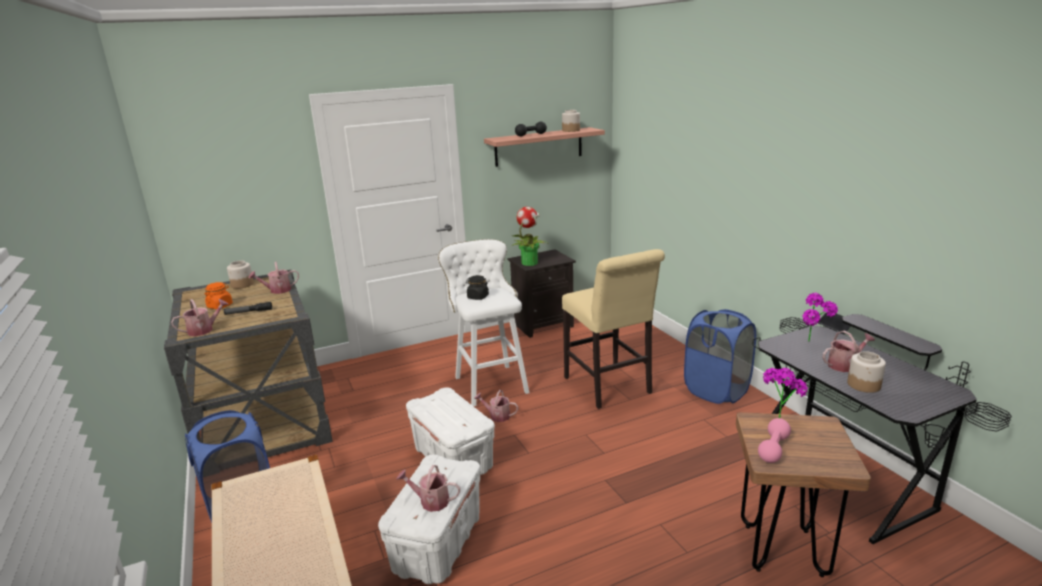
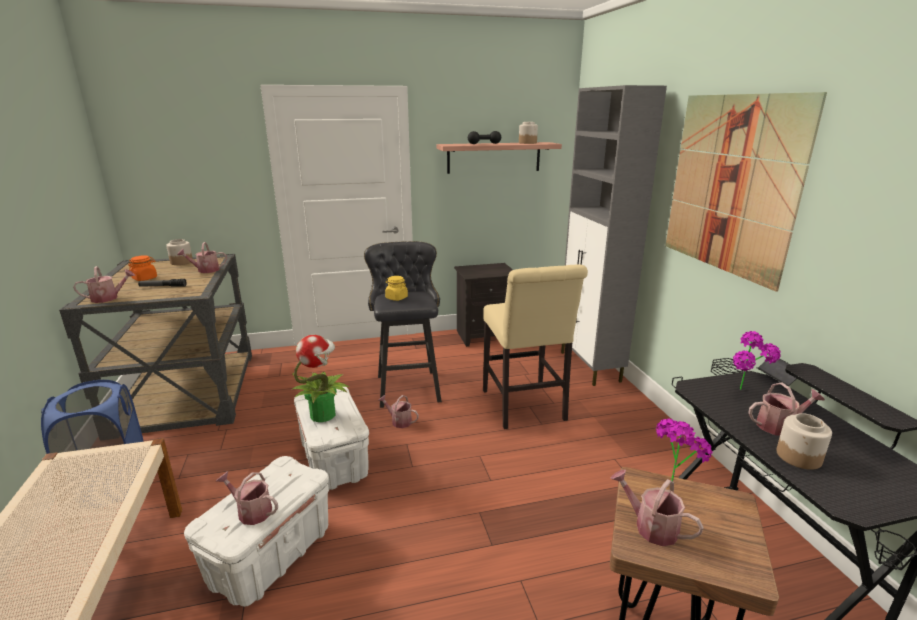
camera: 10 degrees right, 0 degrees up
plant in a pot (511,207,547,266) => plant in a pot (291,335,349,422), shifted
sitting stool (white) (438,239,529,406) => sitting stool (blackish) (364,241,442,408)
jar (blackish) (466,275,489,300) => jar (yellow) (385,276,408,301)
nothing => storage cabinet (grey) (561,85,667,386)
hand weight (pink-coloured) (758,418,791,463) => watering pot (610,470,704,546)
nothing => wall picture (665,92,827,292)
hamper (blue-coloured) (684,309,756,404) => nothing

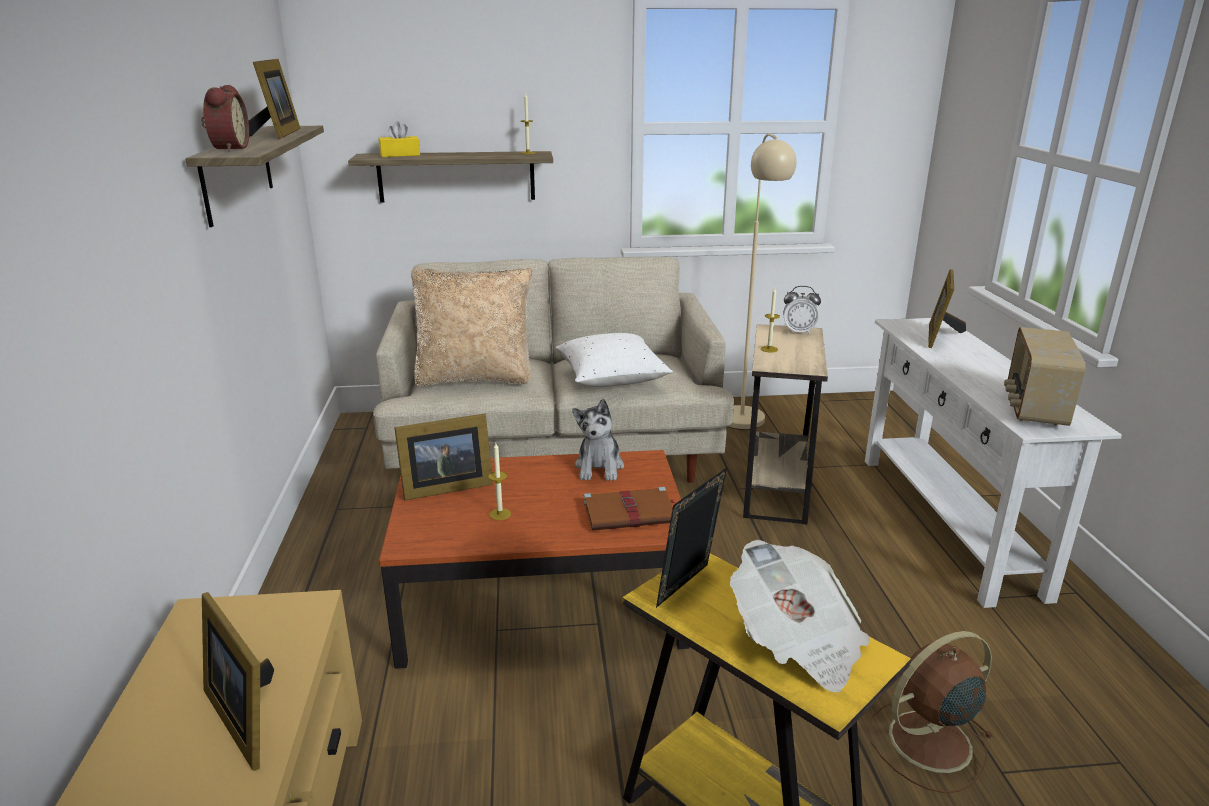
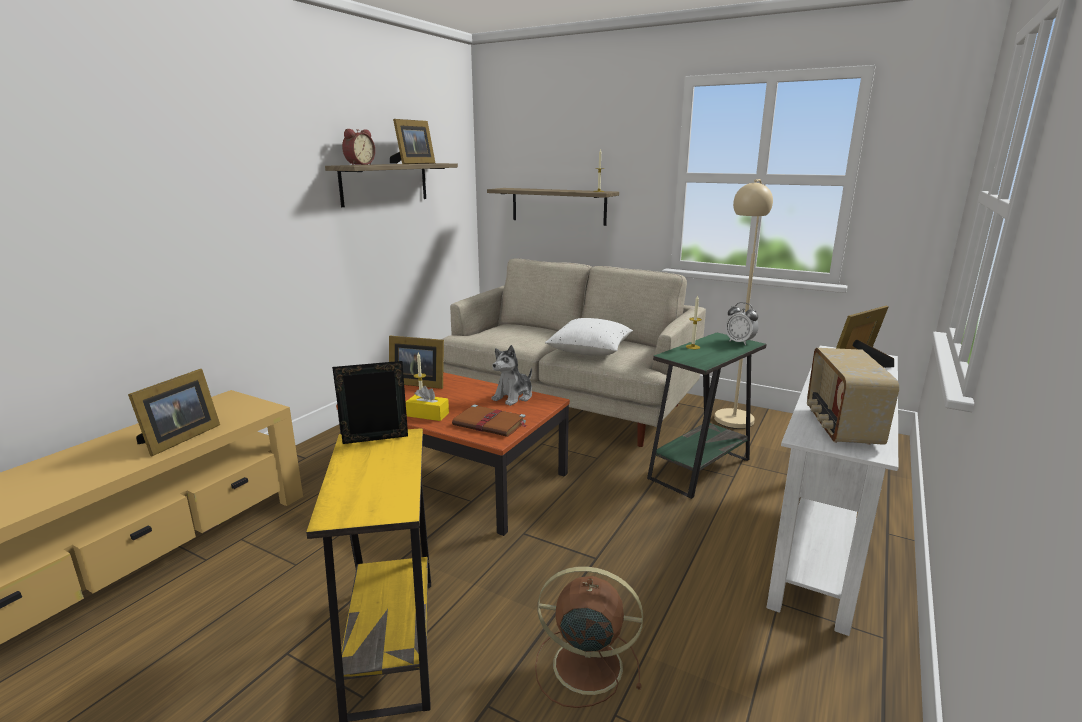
camera: 35 degrees right, 5 degrees down
picture frame (202,592,274,771) => picture frame (128,369,220,456), 150 degrees counterclockwise
box of tissues (yellow) (378,121,420,157) => box of tissues (yellow) (406,386,449,421), shifted
accent table (beige) (743,324,828,525) => accent table (green-coloured) (647,333,766,499)
radio receiver (1004,327,1085,426) => radio receiver (807,348,899,445), 45 degrees counterclockwise
cushion (beige) (411,267,533,387) => nothing
printed paper (730,540,870,692) => nothing

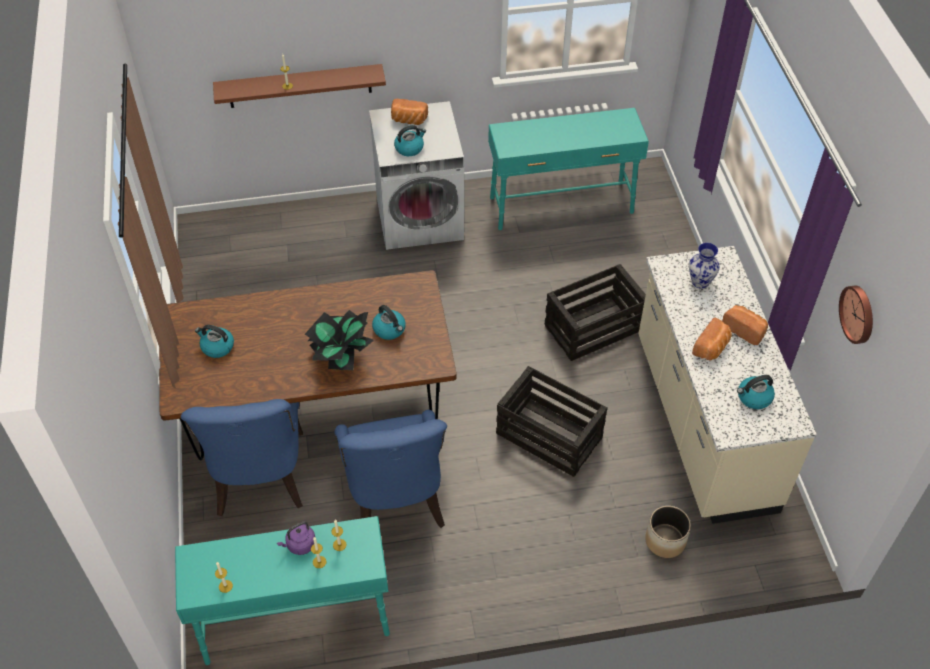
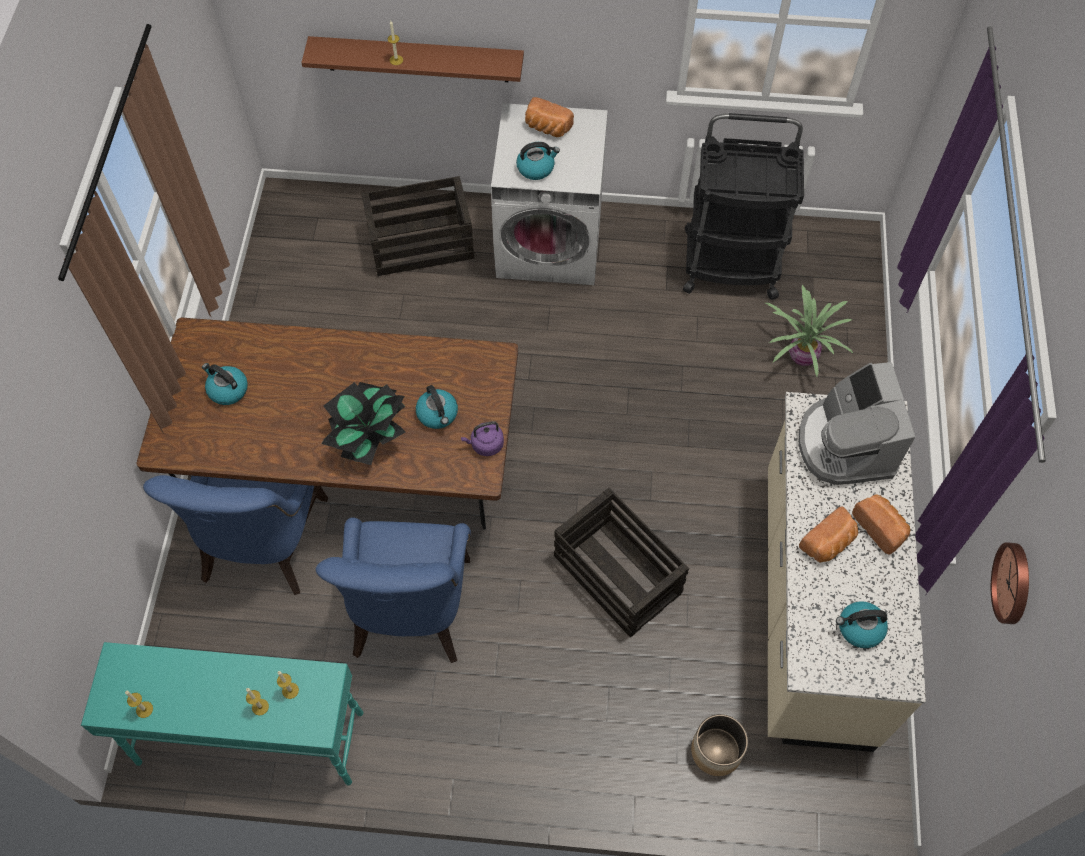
camera: 15 degrees right, 10 degrees up
shipping crate (545,264,646,361) => shipping crate (361,176,474,276), shifted
water kettle (purplish) (277,521,315,555) => water kettle (purplish) (461,421,504,456), shifted
narrow table (turquoise) (488,108,649,230) => cart (blackish) (683,113,804,300)
nothing => plant in a pot (766,284,854,377)
flower vase (689,243,720,289) => coffee maker (799,362,916,485)

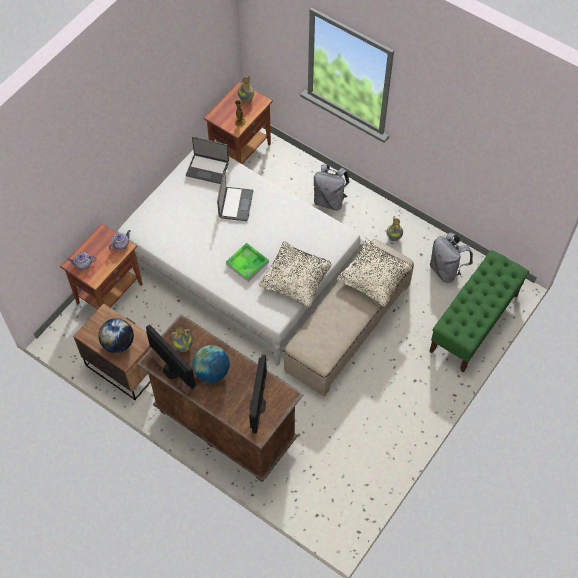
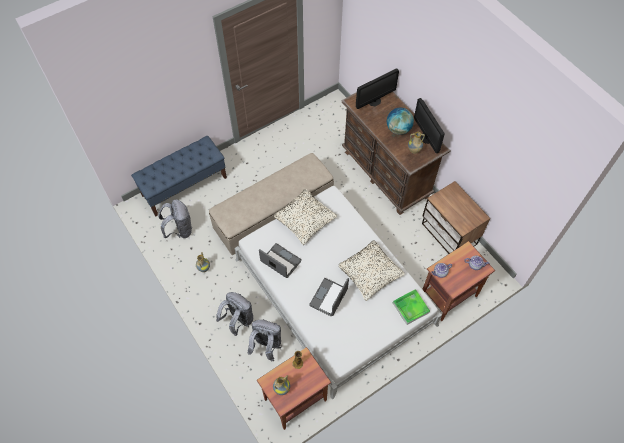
camera: 160 degrees left, 0 degrees up
bench (green-coloured) (429,250,529,373) => bench (blue-coloured) (131,136,227,217)
nothing => backpack (grey) (248,319,281,361)
notebook computer (186,137,229,184) => notebook computer (259,243,301,278), shifted
cushion (beige) (337,240,412,307) => cushion (beige) (339,241,405,301), shifted
computer display (249,354,267,434) => computer display (356,69,399,109), 150 degrees counterclockwise
serving tray (226,242,269,282) => serving tray (393,289,430,325), shifted
desk globe (99,318,134,353) => nothing

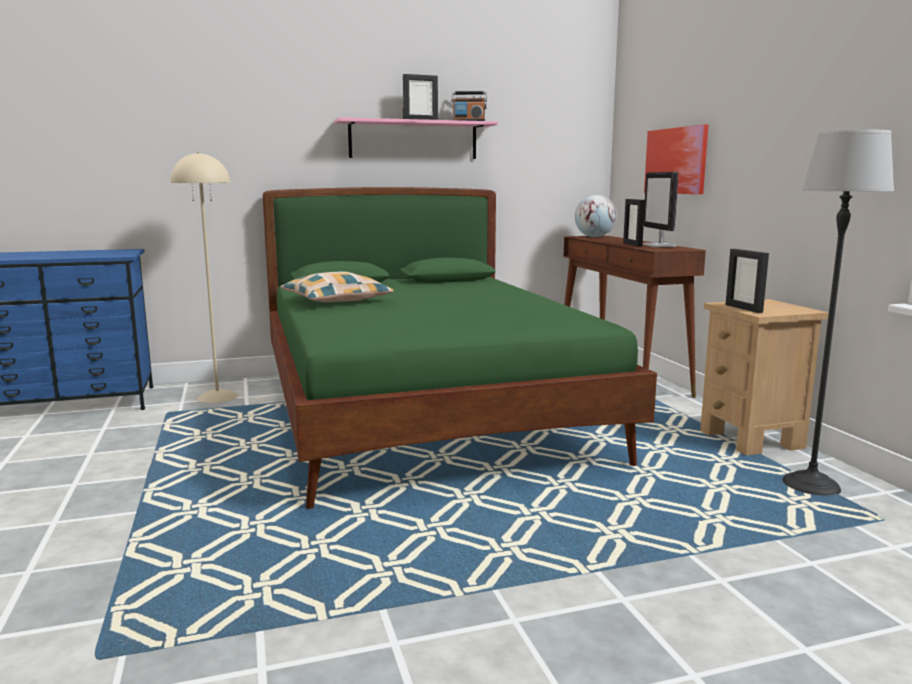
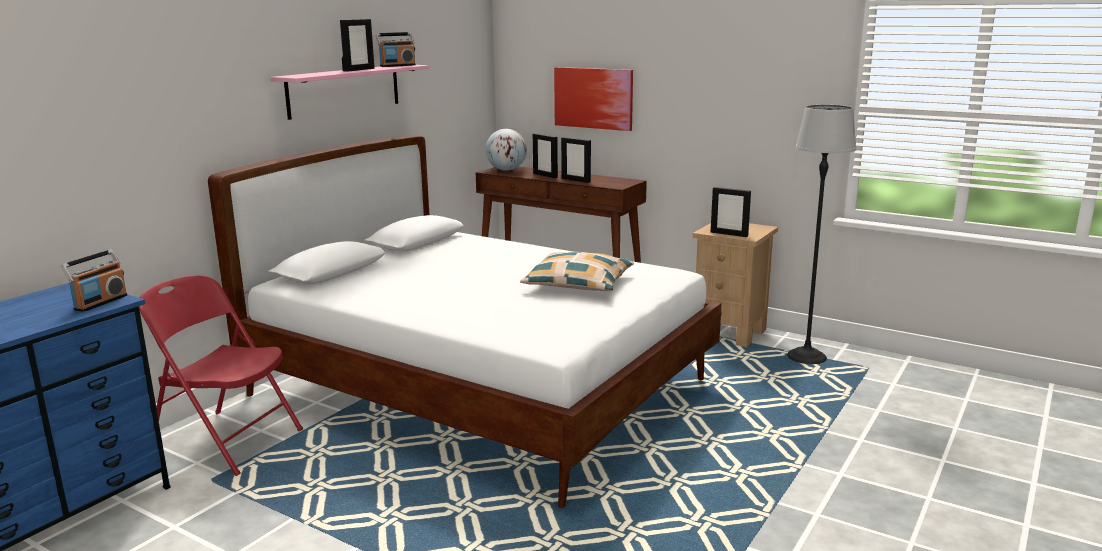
camera: 40 degrees left, 5 degrees up
nothing => radio receiver (61,250,127,312)
standing lamp (beige) (171,152,238,403) => chair (red-coloured) (139,276,303,476)
bed (green-coloured) (262,187,657,509) => bed (white) (208,135,722,508)
cushion (281,271,394,302) => cushion (520,252,634,291), shifted
nothing => picture frame (533,133,558,178)
computer display (643,172,678,247) => nothing

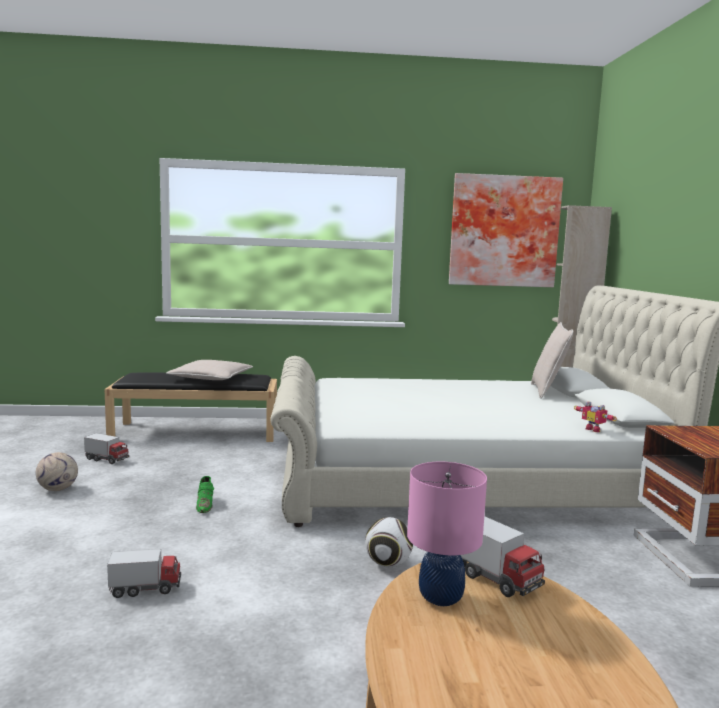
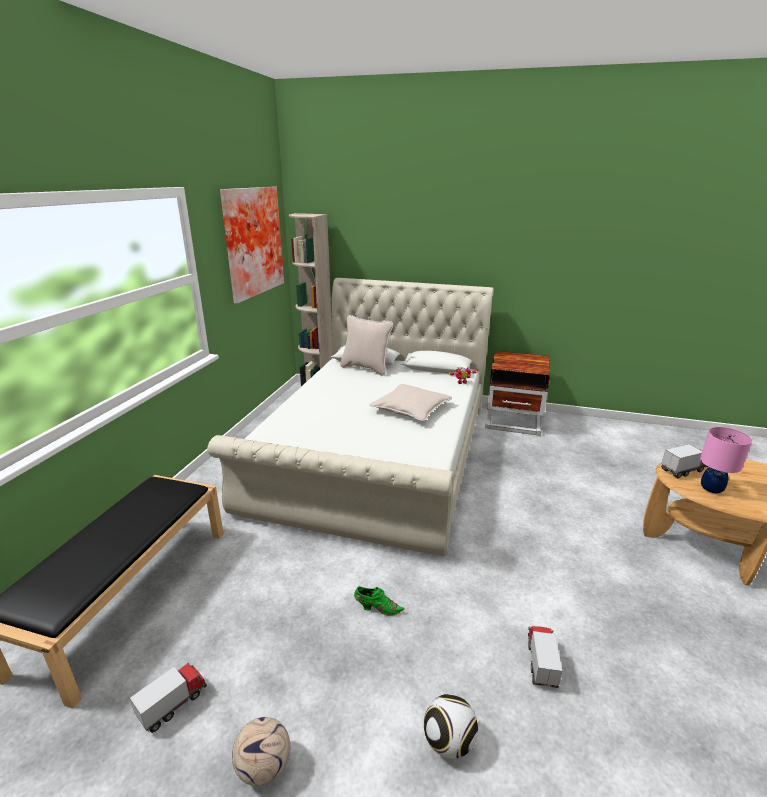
camera: 70 degrees left, 15 degrees up
cushion (beige) (166,360,253,380) => cushion (beige) (369,384,452,421), shifted
football ball (365,517,413,567) => football ball (424,694,478,759), shifted

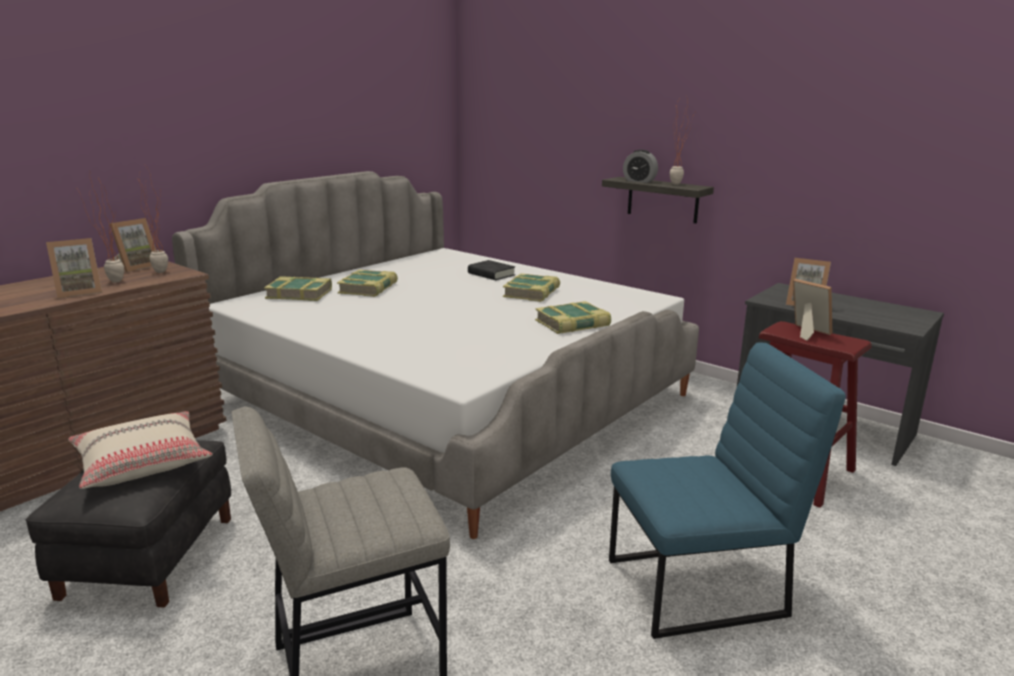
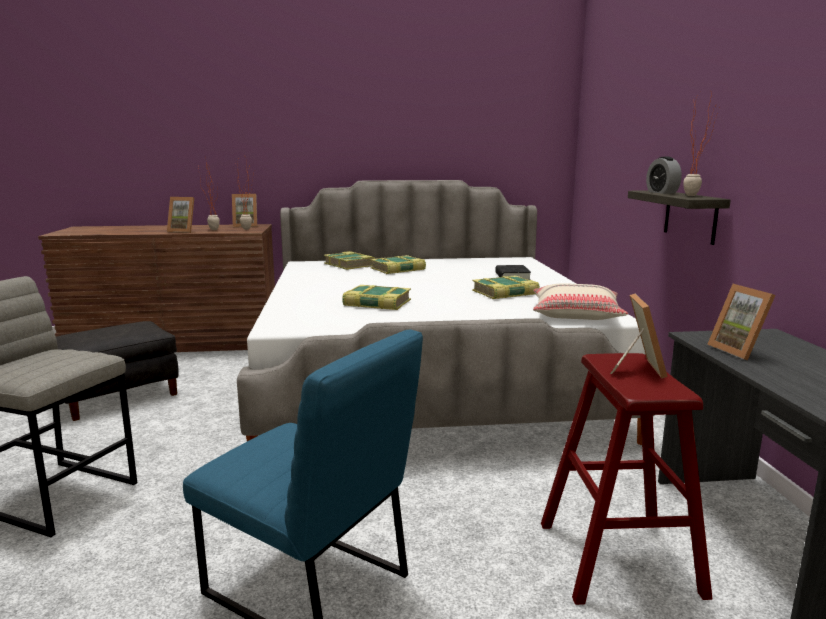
camera: 45 degrees right, 5 degrees down
book (535,301,611,334) => book (342,285,411,310), shifted
cushion (beige) (68,411,213,489) => cushion (beige) (533,283,628,320), shifted

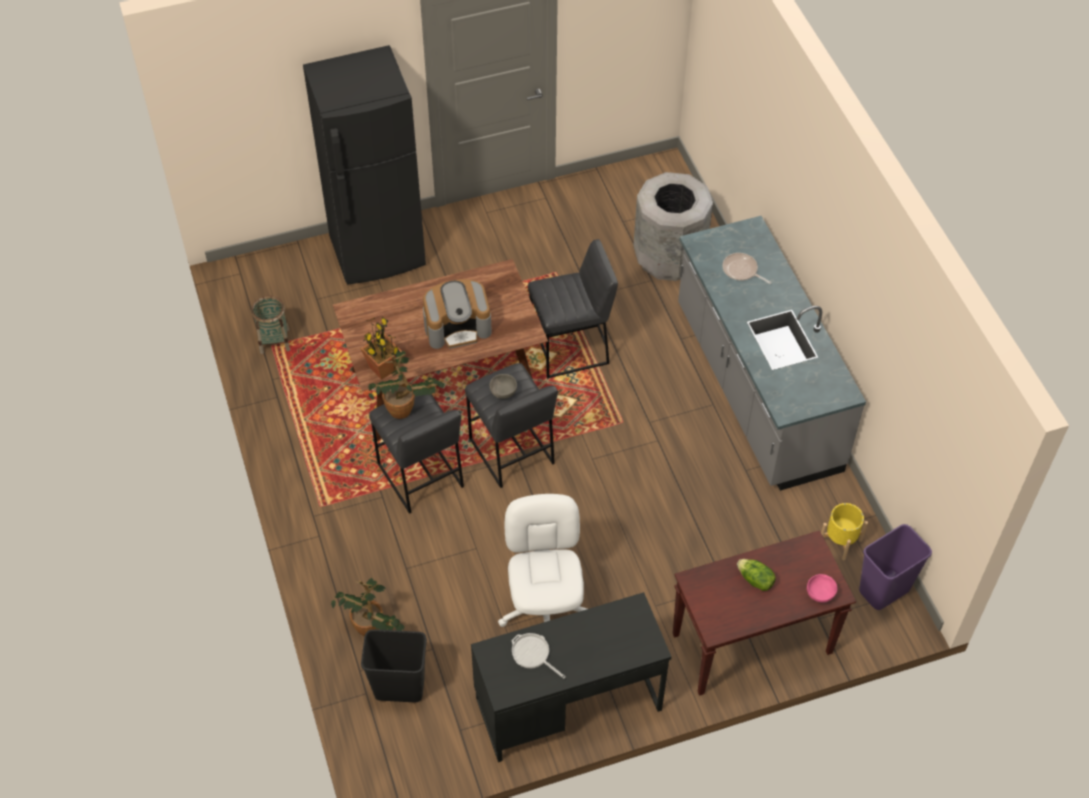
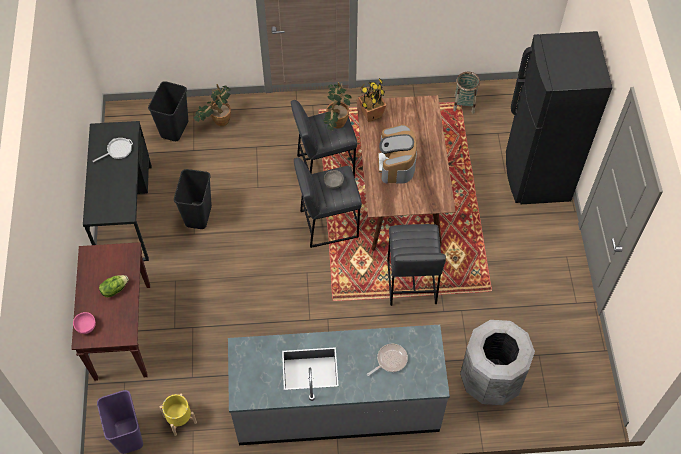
camera: 105 degrees right, 5 degrees up
desk chair (white) (498,494,587,627) => waste bin (blackish) (174,169,212,229)

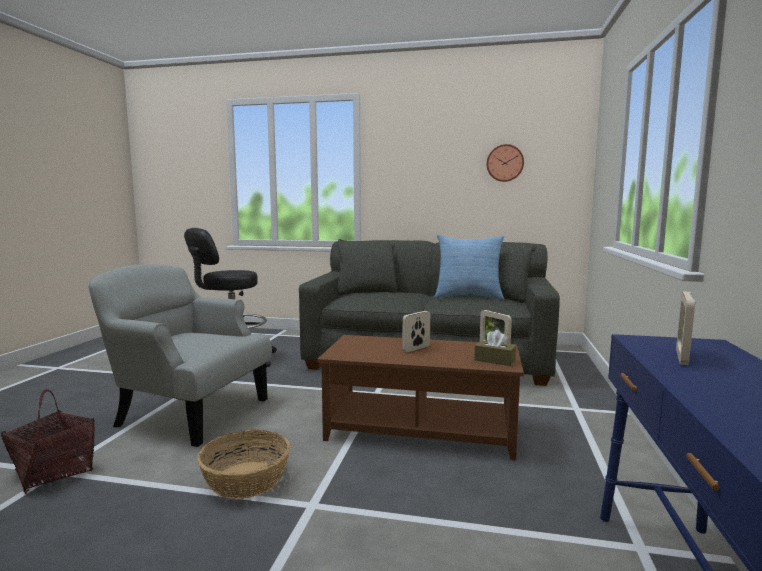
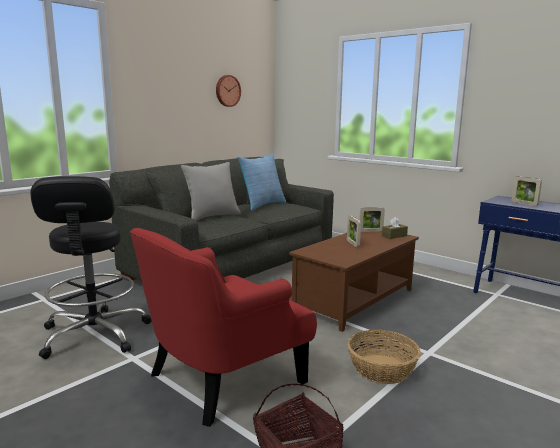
camera: 60 degrees left, 5 degrees up
lounge chair (grey) (88,264,272,447) => lounge chair (red-coloured) (130,228,317,427)
nothing => cushion (grey) (181,162,241,221)

